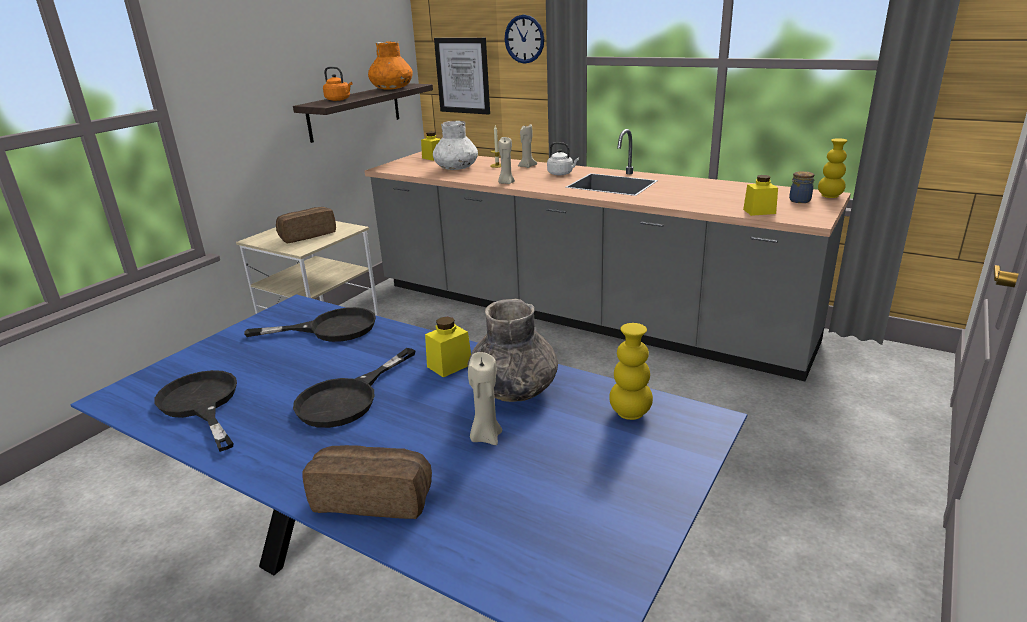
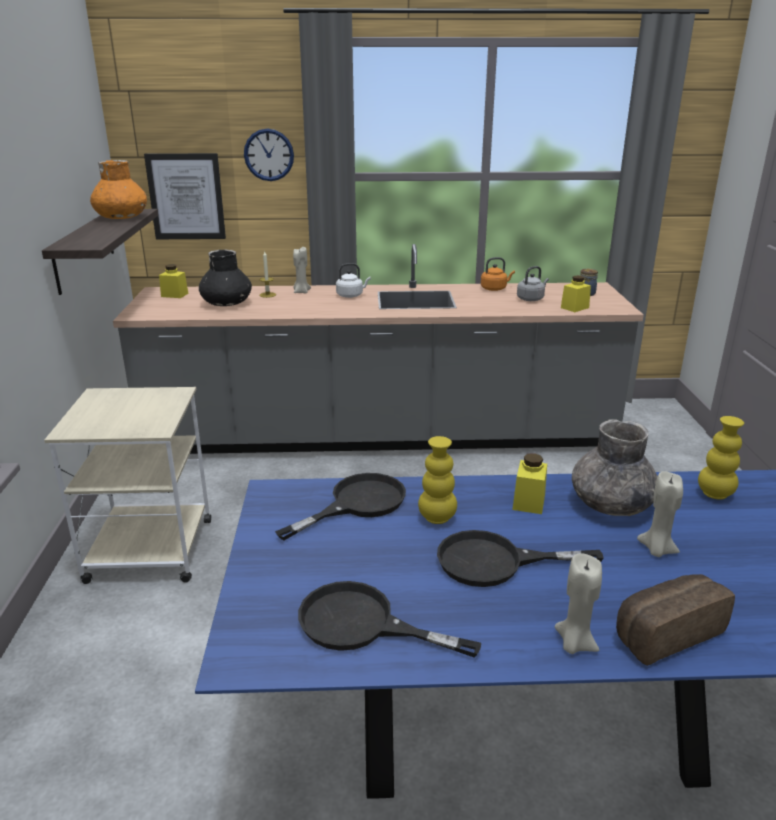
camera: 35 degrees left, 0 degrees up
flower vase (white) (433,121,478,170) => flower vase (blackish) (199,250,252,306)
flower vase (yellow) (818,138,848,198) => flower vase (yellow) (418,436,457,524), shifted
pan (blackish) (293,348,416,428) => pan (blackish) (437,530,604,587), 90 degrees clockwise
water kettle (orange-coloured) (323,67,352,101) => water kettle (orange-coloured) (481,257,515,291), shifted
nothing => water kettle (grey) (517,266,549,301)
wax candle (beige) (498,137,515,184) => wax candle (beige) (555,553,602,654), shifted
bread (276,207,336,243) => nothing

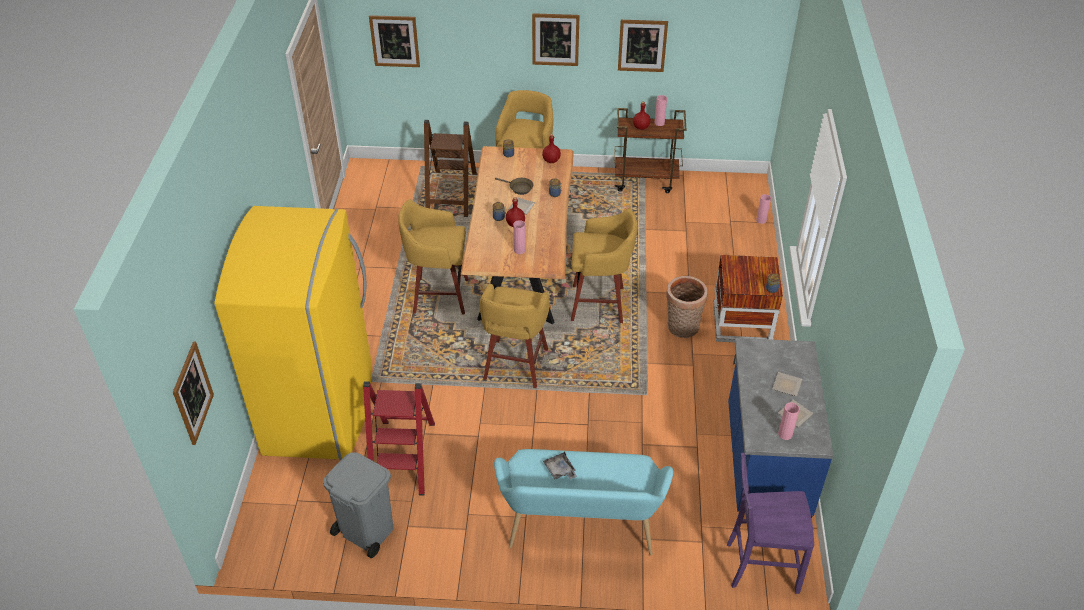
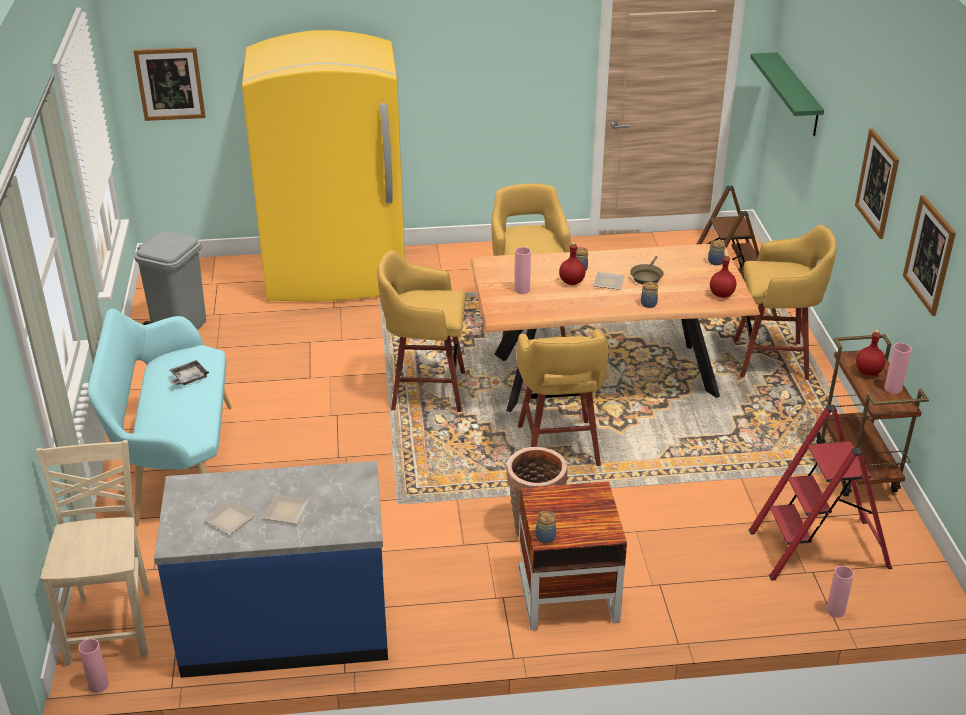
camera: 80 degrees right, 10 degrees down
chair (purplish) (727,453,814,594) => chair (beige) (37,440,150,666)
flower vase (pink-coloured) (778,403,799,440) => flower vase (pink-coloured) (78,639,109,693), shifted
stepladder (red-coloured) (363,381,435,496) => stepladder (red-coloured) (748,405,893,581), shifted
wall picture (369,15,420,67) => wall shelf (green-coloured) (750,52,824,136)

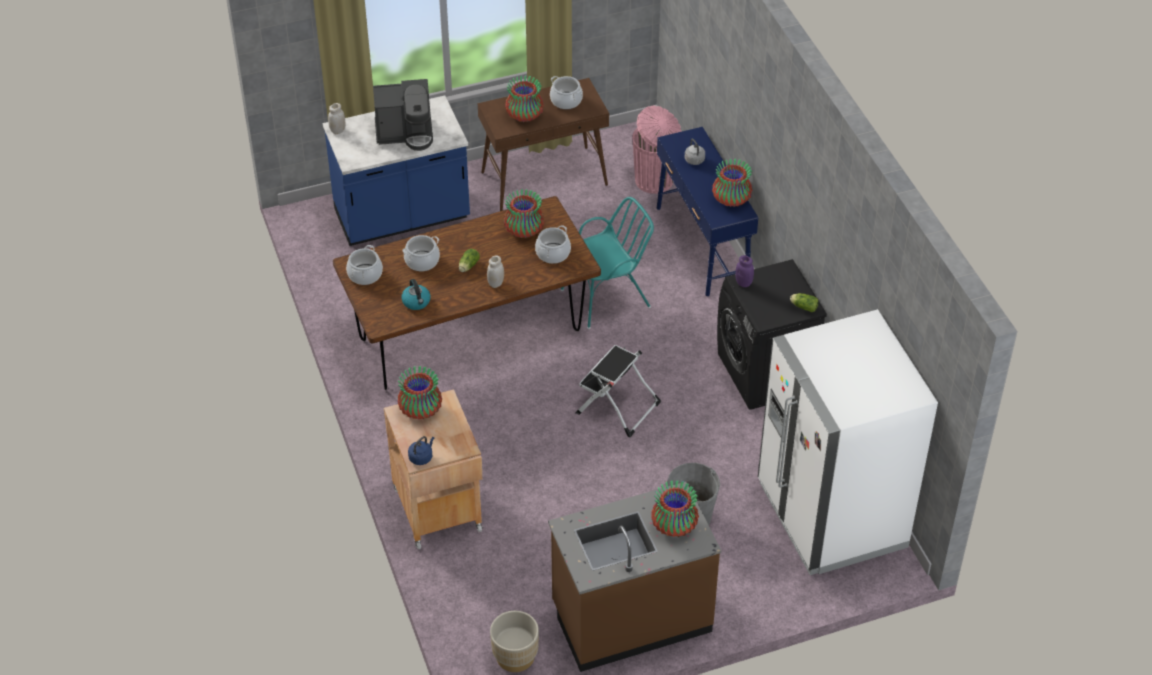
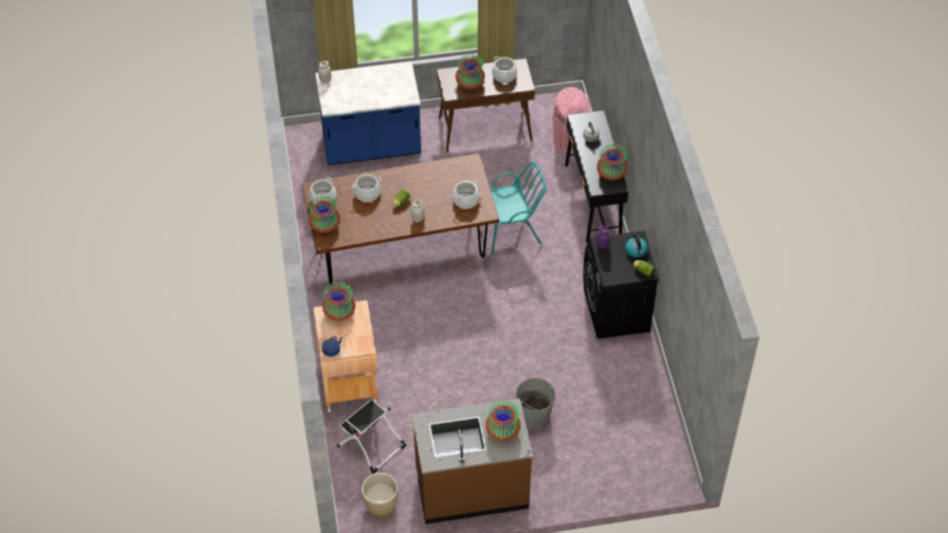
camera: 10 degrees right, 5 degrees up
flower vase (504,189,544,238) => flower vase (308,195,340,233), shifted
stepladder (575,345,661,437) => stepladder (336,399,406,474), shifted
narrow table (blue-coloured) (657,127,758,296) => narrow table (blackish) (565,110,629,243)
water kettle (401,279,431,310) => water kettle (625,234,648,257), shifted
coffee maker (373,79,433,151) => nothing
kitchen fridge (white) (758,309,938,575) => nothing

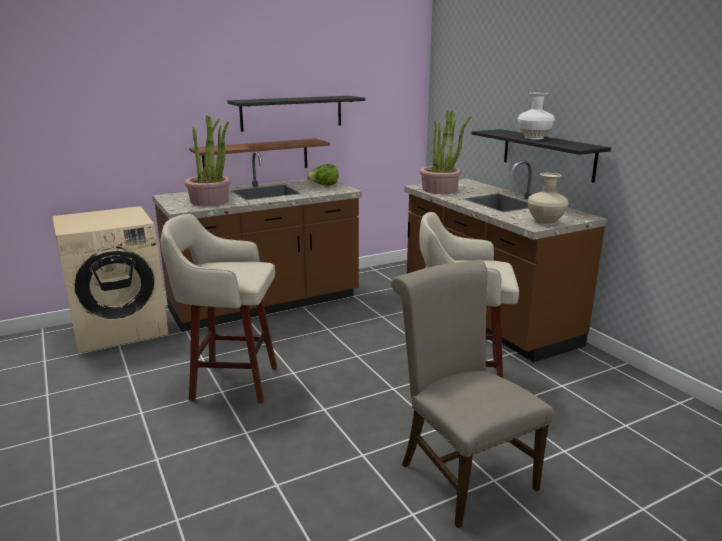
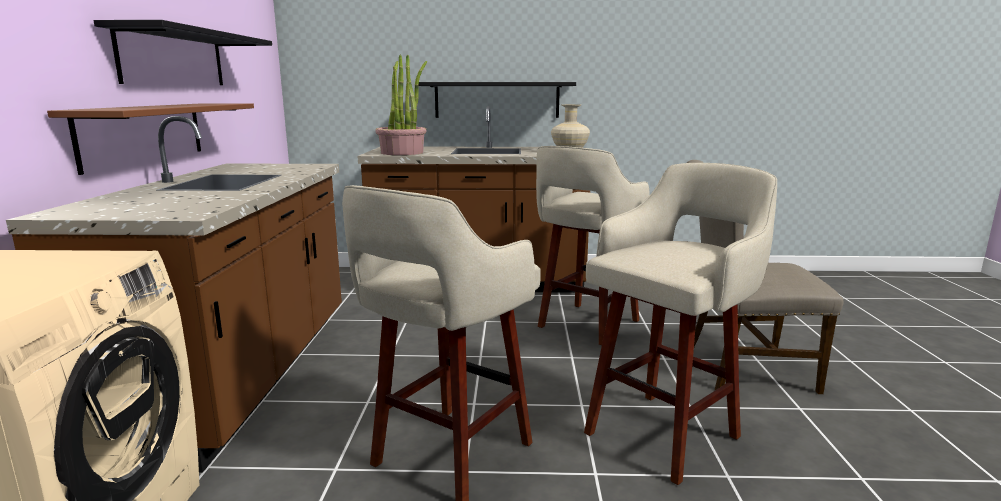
camera: 60 degrees left, 5 degrees down
nothing => sitting stool (beige) (584,163,777,485)
plant in a pot (184,115,231,206) => nothing
lettuce (306,164,338,186) => nothing
flower vase (white) (518,93,555,139) => nothing

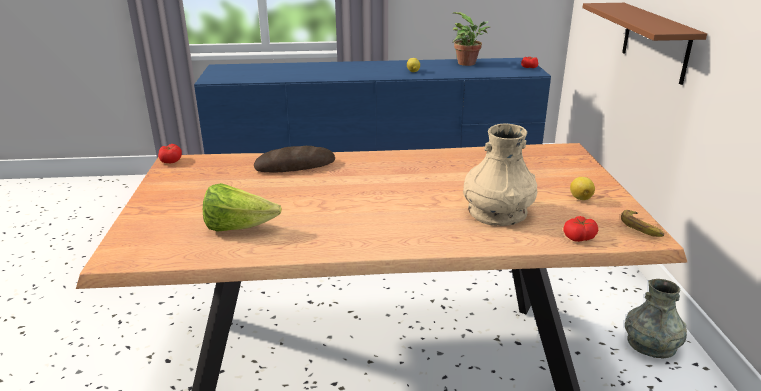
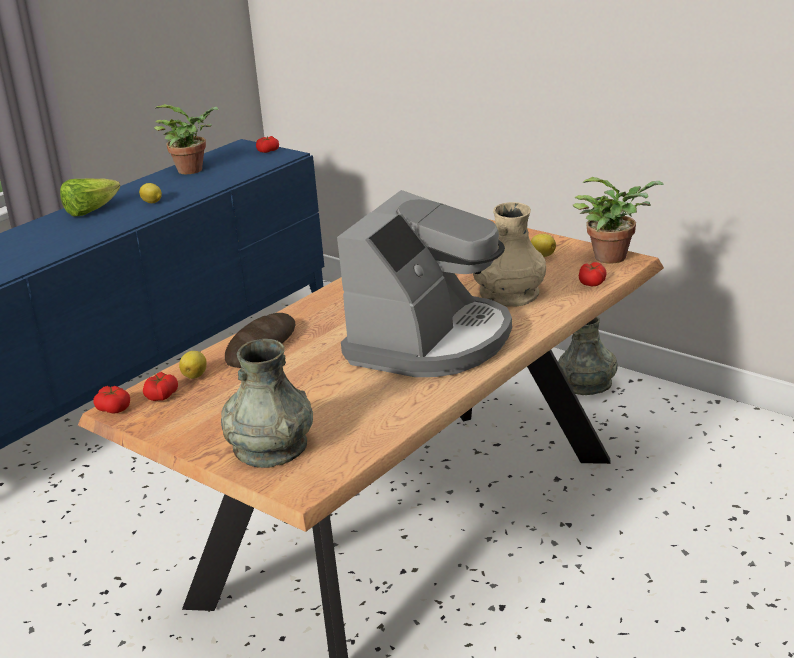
camera: 45 degrees left, 0 degrees up
lettuce (203,183,282,232) => lettuce (60,178,120,217), shifted
nothing => fresh tomato (143,372,178,401)
nothing => lemon (179,351,207,379)
nothing => flower vase (grey) (221,339,313,468)
nothing => coffee maker (337,190,512,377)
banana fruit (621,210,664,237) => plant in a pot (573,177,664,264)
wall shelf (brown) (582,3,707,85) => nothing

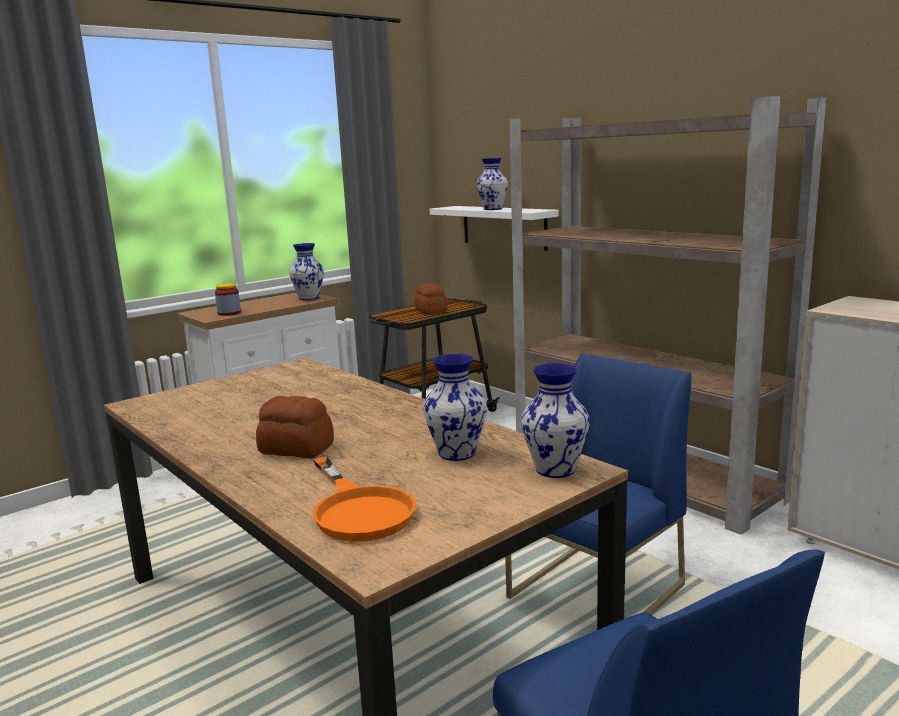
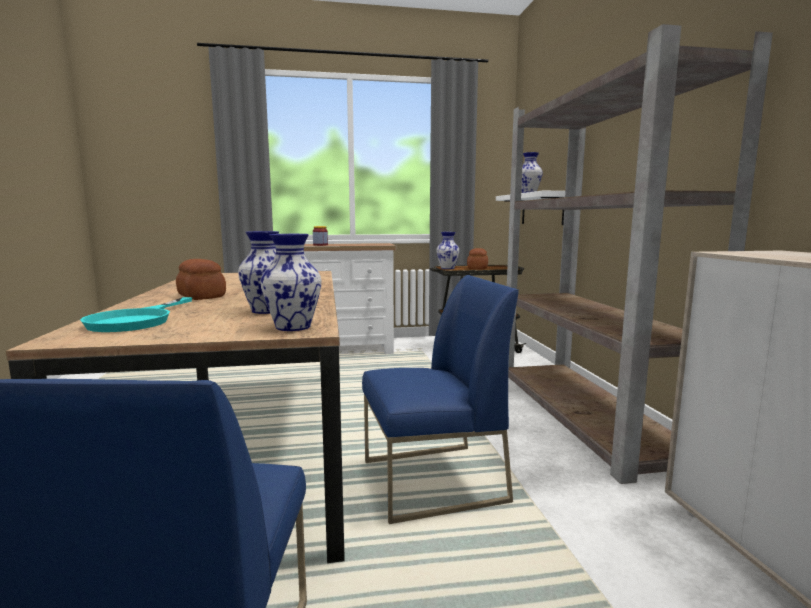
camera: 30 degrees right, 5 degrees down
pan (orange-coloured) (313,457,416,542) => pan (turquoise) (80,297,192,332)
flower vase (289,243,324,300) => flower vase (436,232,460,269), shifted

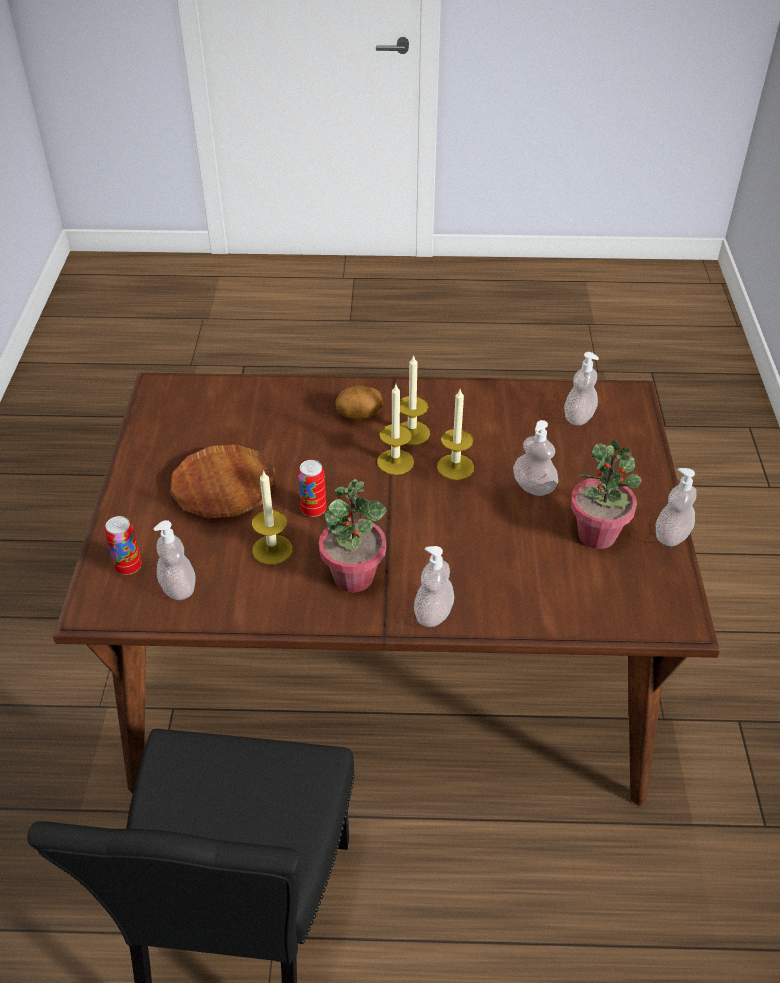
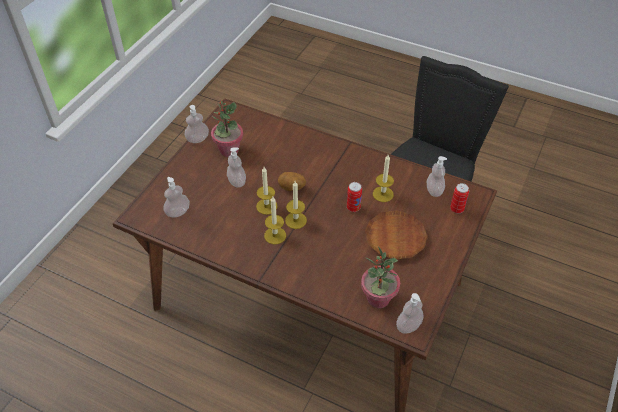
camera: 155 degrees left, 5 degrees up
spud (335,385,383,420) => spud (278,172,306,191), shifted
plant in a pot (319,479,387,592) => plant in a pot (361,246,400,308), shifted
liquid soap bottle (414,546,454,627) => liquid soap bottle (396,293,423,334), shifted

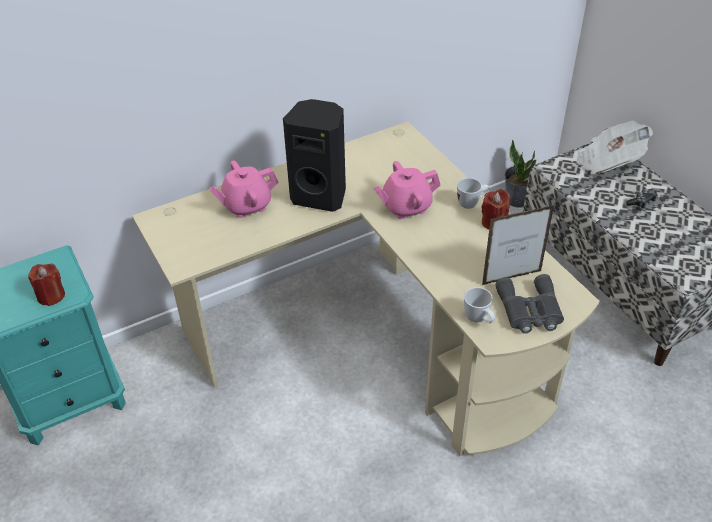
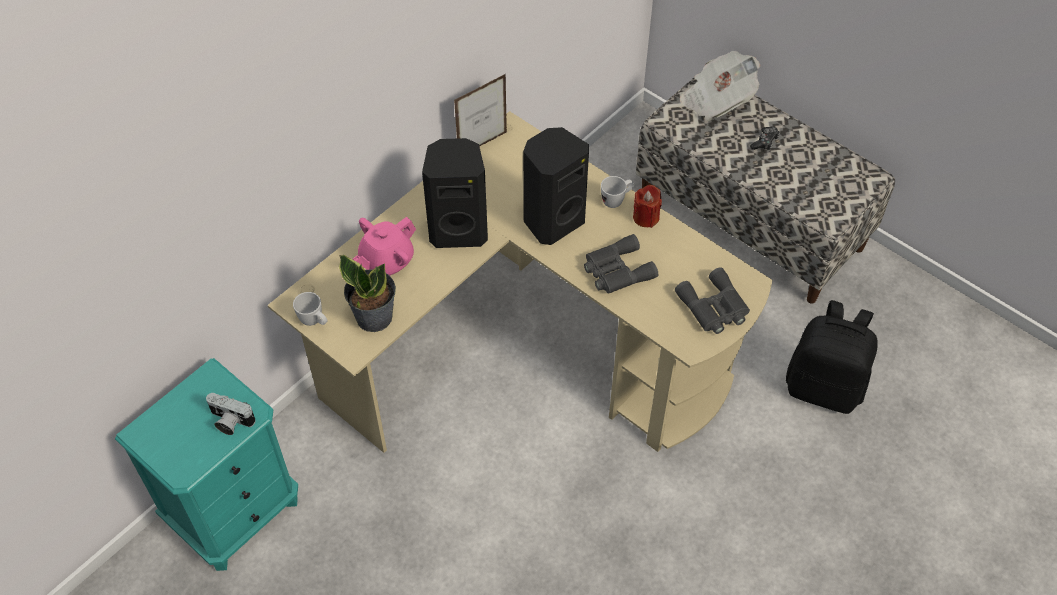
camera: 20 degrees left, 10 degrees up
wax candle (red-coloured) (28,263,65,306) => still camera (206,393,256,435)
mug (white) (464,287,495,323) => mug (white) (293,292,327,326), shifted
plant in a pot (505,140,537,208) => plant in a pot (339,255,396,332), shifted
picture frame (482,205,554,285) => picture frame (454,74,507,147), shifted
tea pot (pink-coloured) (374,161,441,219) => audio speaker (blackish) (523,127,589,245)
nothing => field glasses (grey) (584,234,658,294)
nothing => backpack (blackish) (786,300,878,414)

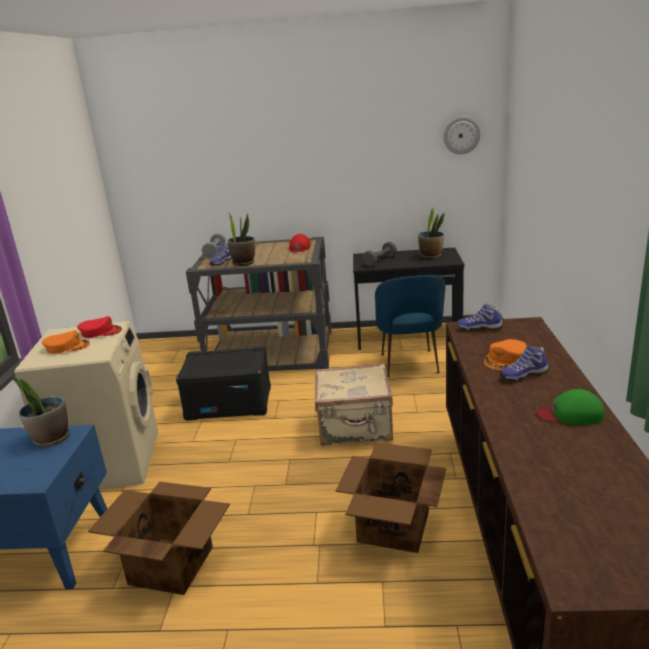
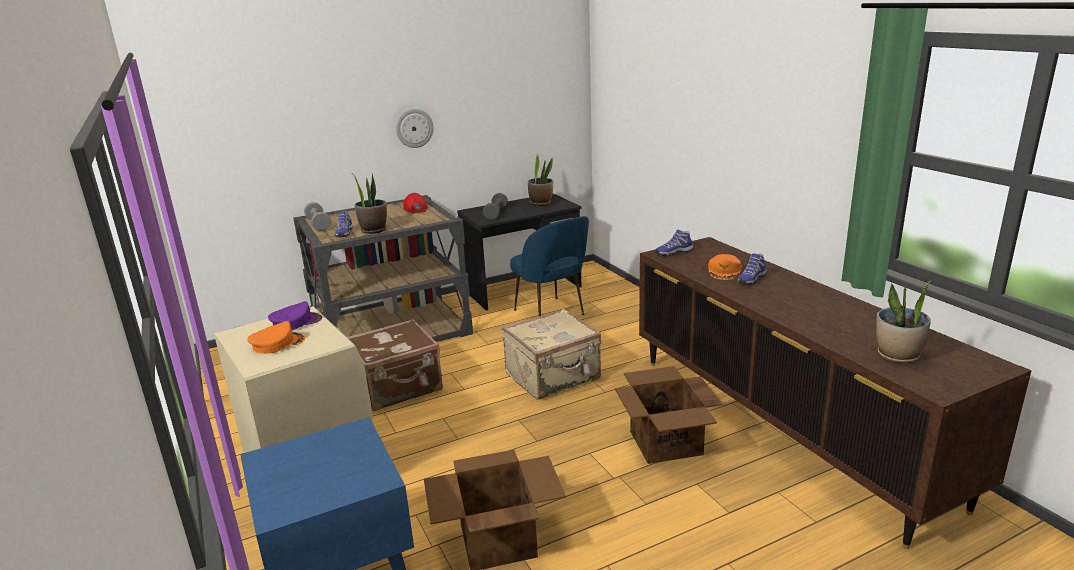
camera: 30 degrees left, 0 degrees up
cap (red-coloured) (77,316,122,338) => cap (purplish) (268,301,322,330)
storage container (blackish) (176,346,271,421) => piece of luggage (brown) (347,319,443,411)
wall clock (443,116,481,155) => wall clock (396,109,434,148), shifted
plant in a pot (11,375,70,447) => plant in a pot (876,281,931,363), shifted
cap (green-coloured) (536,389,605,425) => nothing

